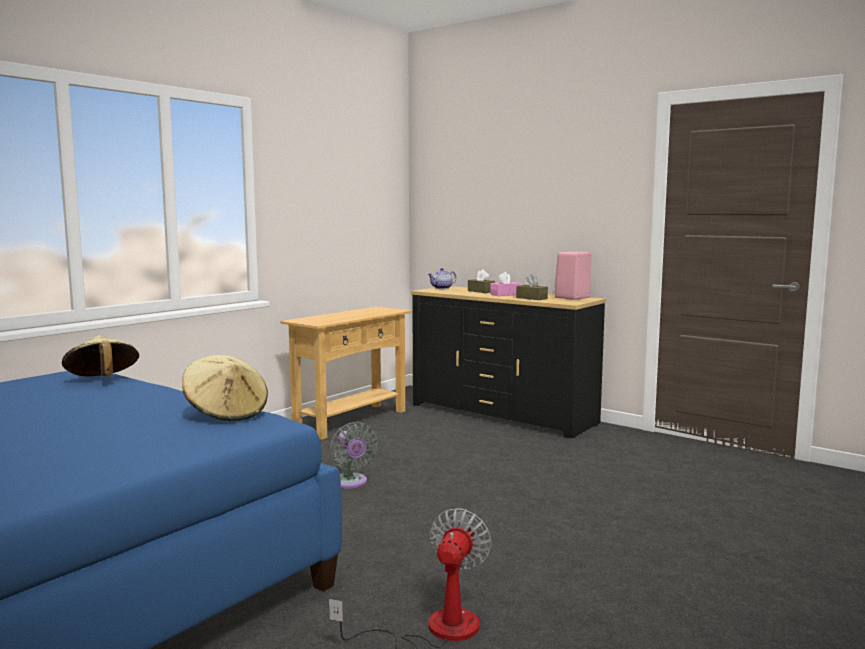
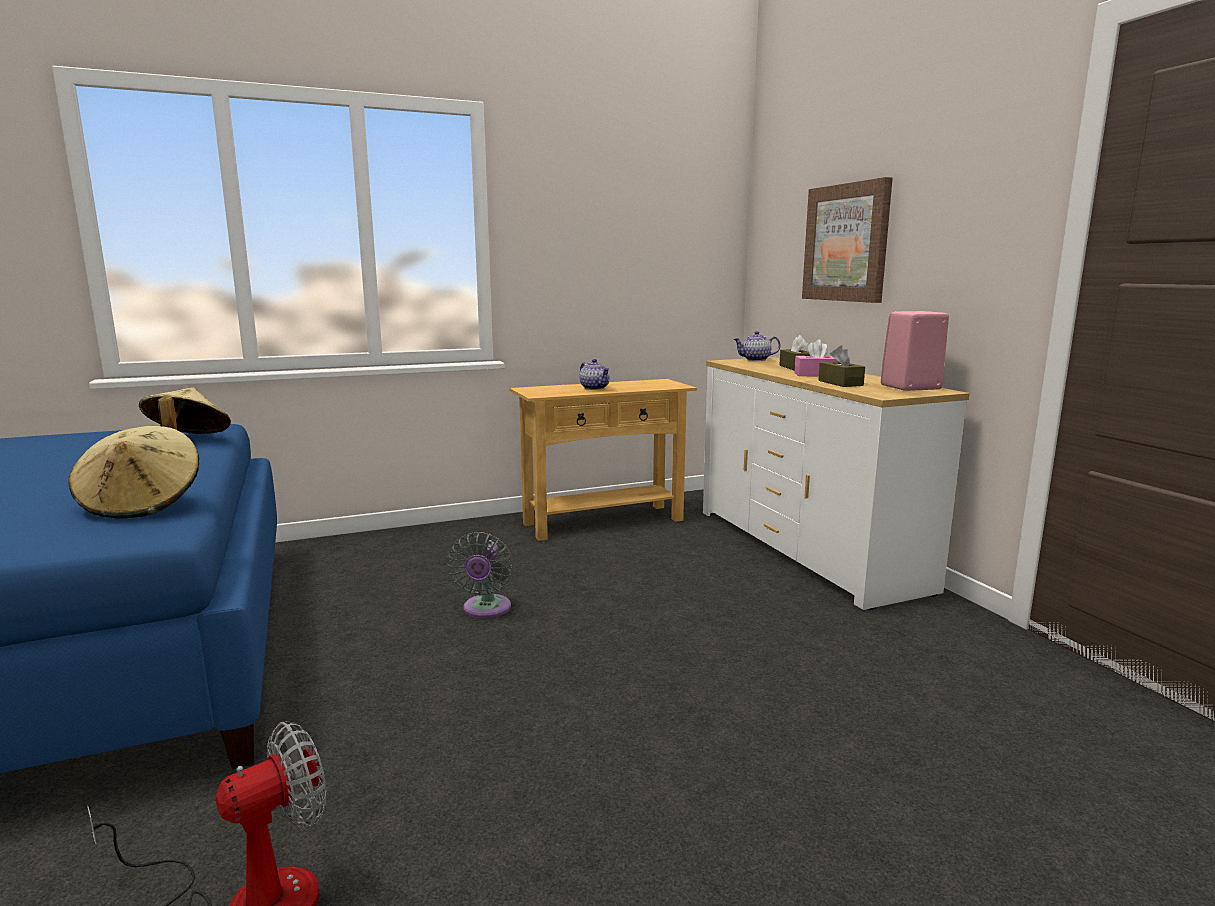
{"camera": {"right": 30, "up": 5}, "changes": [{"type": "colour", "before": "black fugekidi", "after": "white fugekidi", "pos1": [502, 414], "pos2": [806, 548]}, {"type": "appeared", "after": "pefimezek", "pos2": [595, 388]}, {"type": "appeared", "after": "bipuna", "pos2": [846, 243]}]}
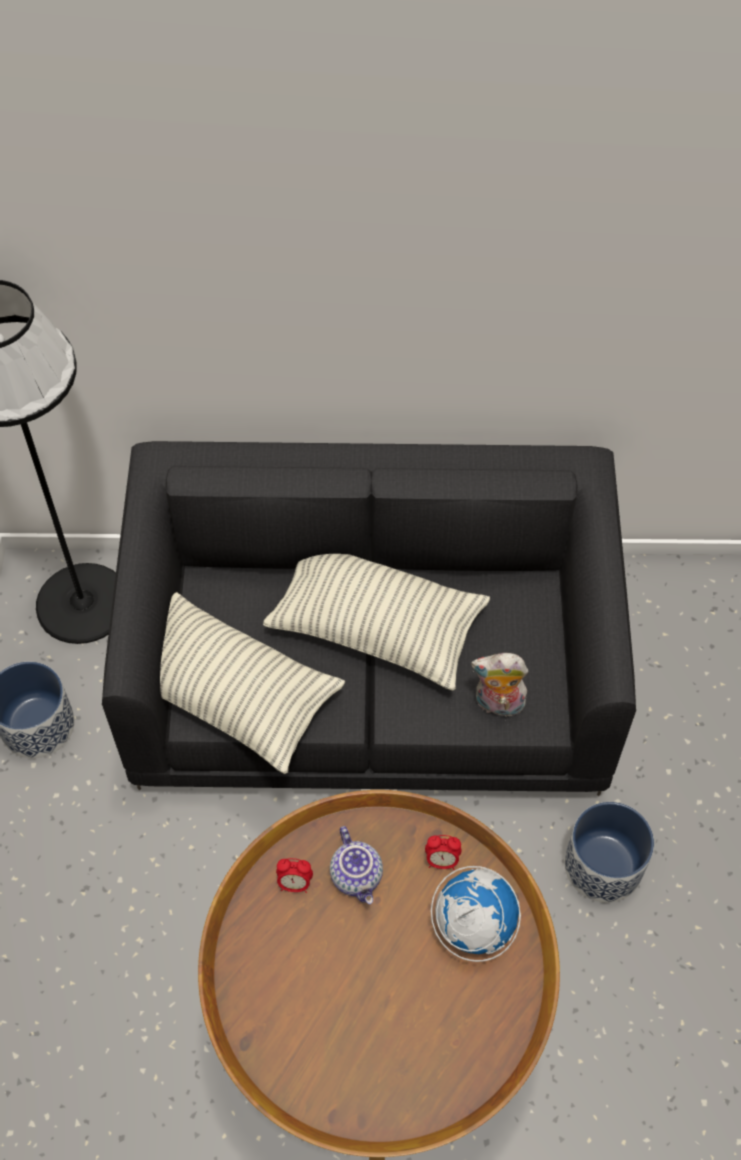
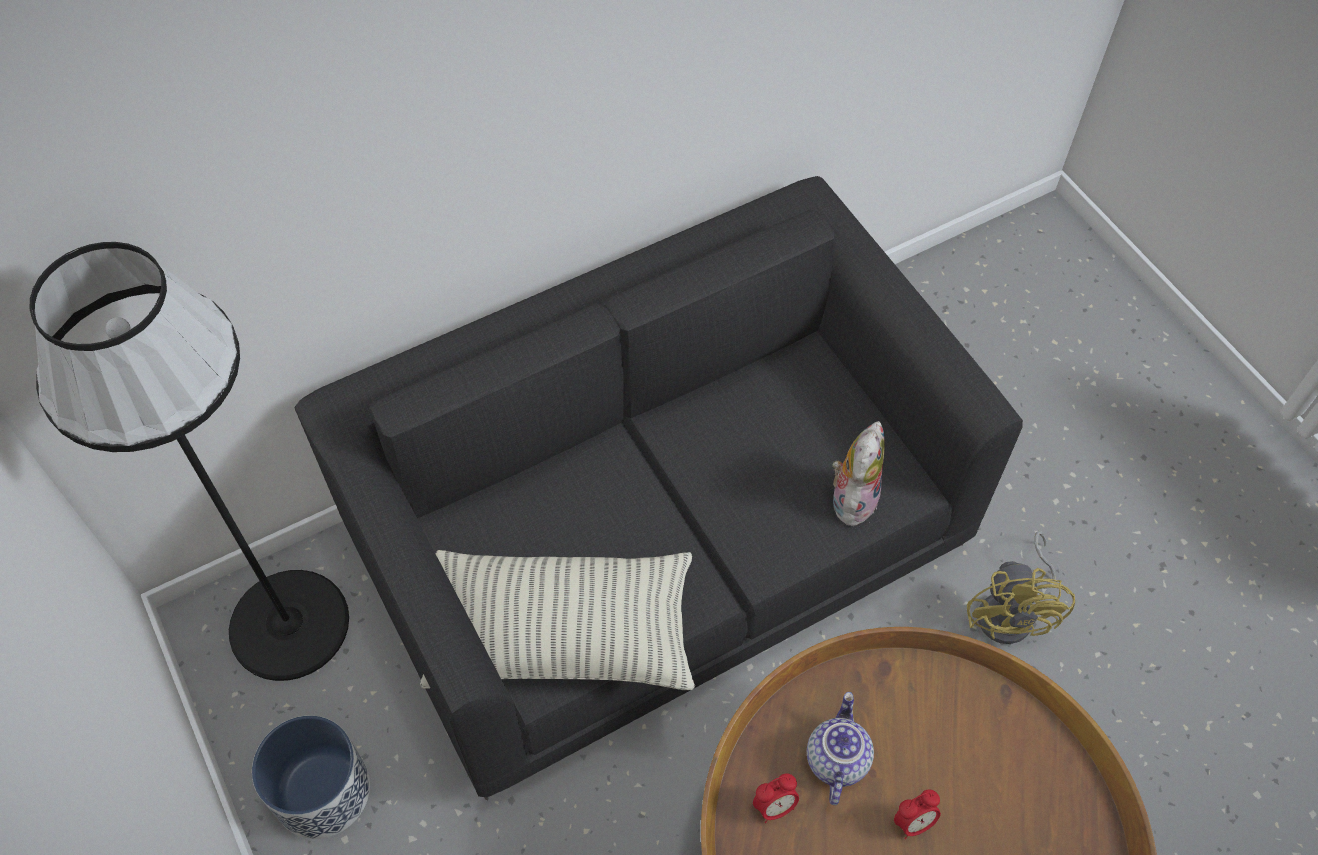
{"camera": {"right": -30, "up": 0}, "changes": [{"type": "missing", "before": "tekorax", "pos1": [377, 626]}, {"type": "spun", "before": "pefimezek", "pos1": [358, 876], "pos2": [835, 759], "turn": -120}, {"type": "relocated", "before": "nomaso", "pos1": [442, 861], "pos2": [913, 822]}, {"type": "missing", "before": "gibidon", "pos1": [473, 926]}, {"type": "spun", "before": "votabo", "pos1": [497, 704], "pos2": [852, 497], "turn": 135}, {"type": "exchanged", "before": "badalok", "after": "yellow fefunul", "pos1": [603, 865], "pos2": [1012, 612]}]}
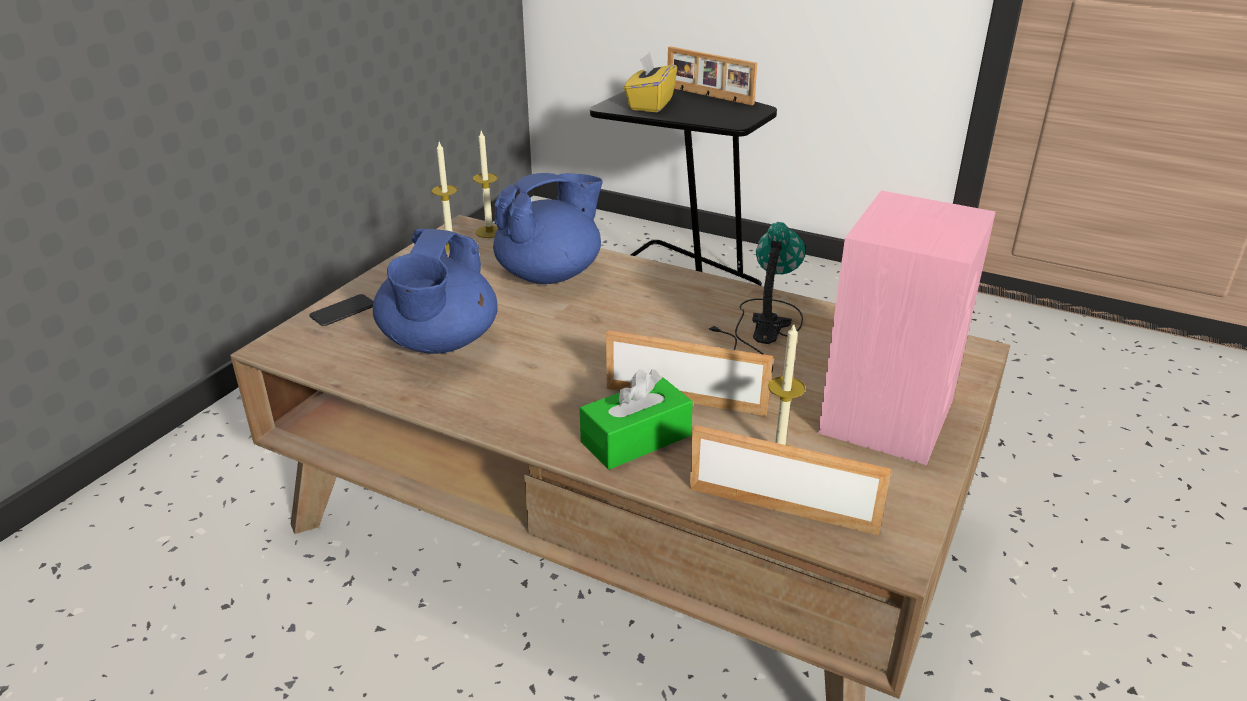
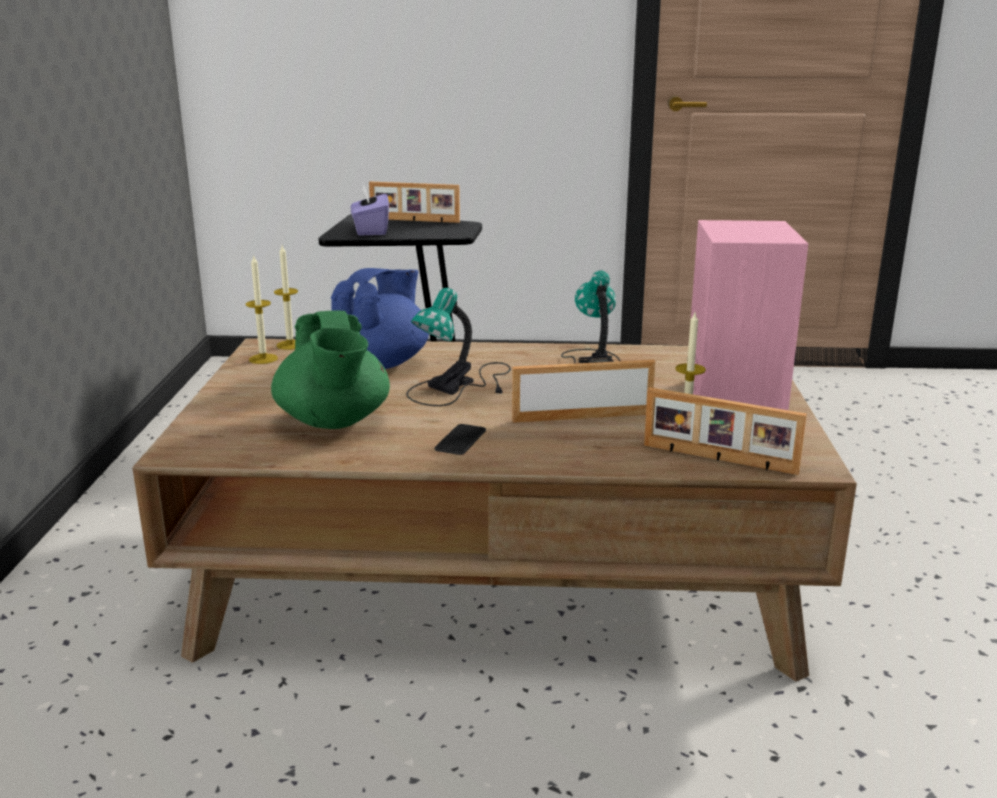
{"camera": {"right": -25, "up": -10}, "changes": [{"type": "relocated", "before": "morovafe", "pos1": [343, 311], "pos2": [460, 440]}, {"type": "colour", "before": "blue pefimezek", "after": "green pefimezek", "pos1": [439, 343], "pos2": [334, 422]}, {"type": "missing", "before": "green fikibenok", "pos1": [636, 439]}, {"type": "colour", "before": "yellow fikibenok", "after": "purple fikibenok", "pos1": [650, 104], "pos2": [370, 230]}, {"type": "spun", "before": "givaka", "pos1": [782, 507], "pos2": [718, 459], "turn": -150}, {"type": "appeared", "after": "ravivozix", "pos2": [462, 385]}]}
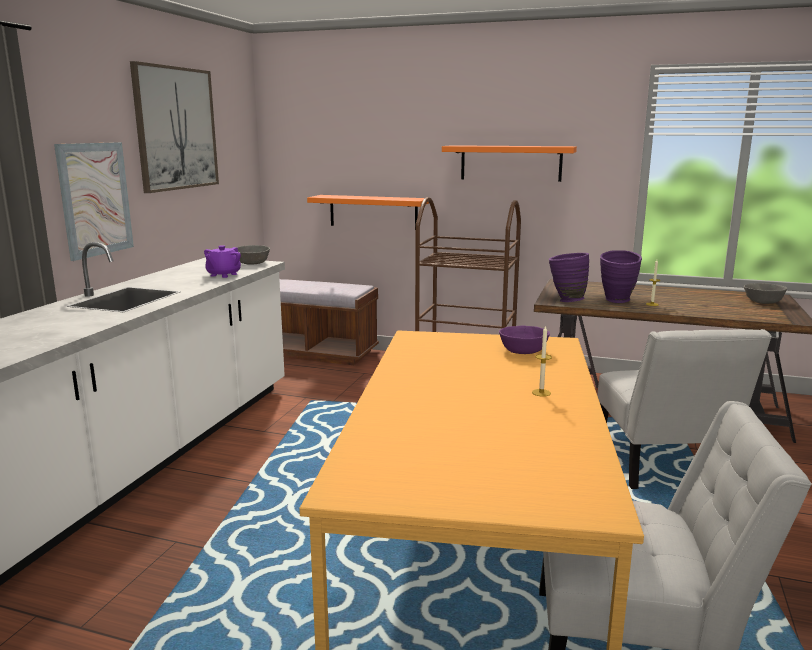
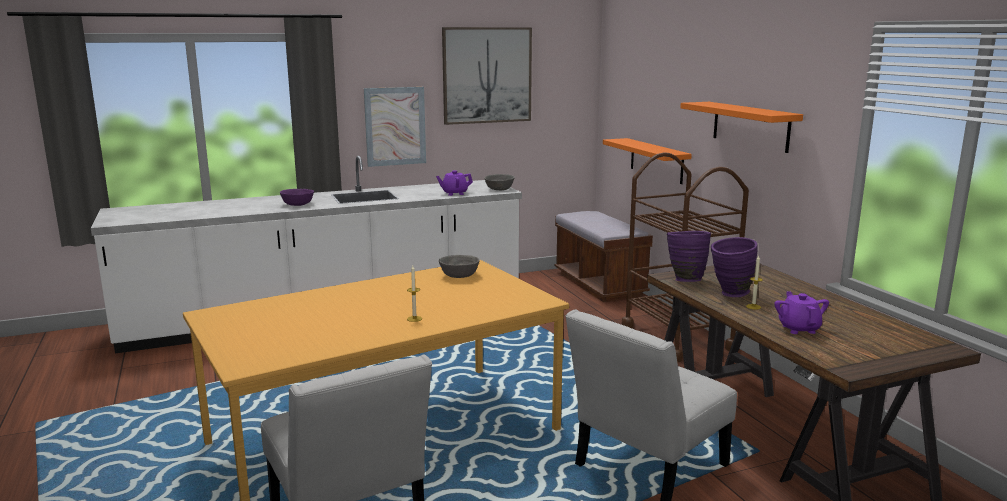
{"camera": {"right": 50, "up": 0}, "changes": [{"type": "relocated", "before": "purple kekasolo", "pos1": [522, 351], "pos2": [297, 204]}, {"type": "relocated", "before": "grey kekasolo", "pos1": [763, 302], "pos2": [459, 275]}, {"type": "appeared", "after": "purple pefimezek", "pos2": [798, 328]}]}
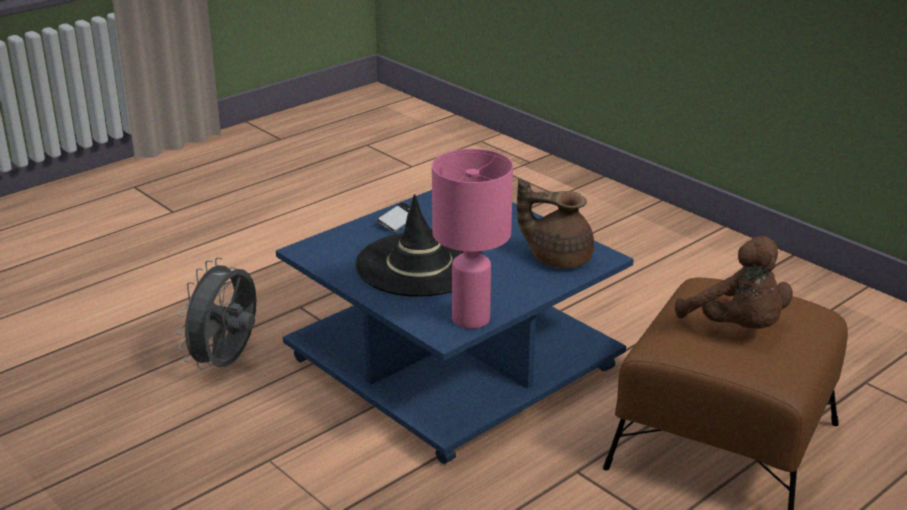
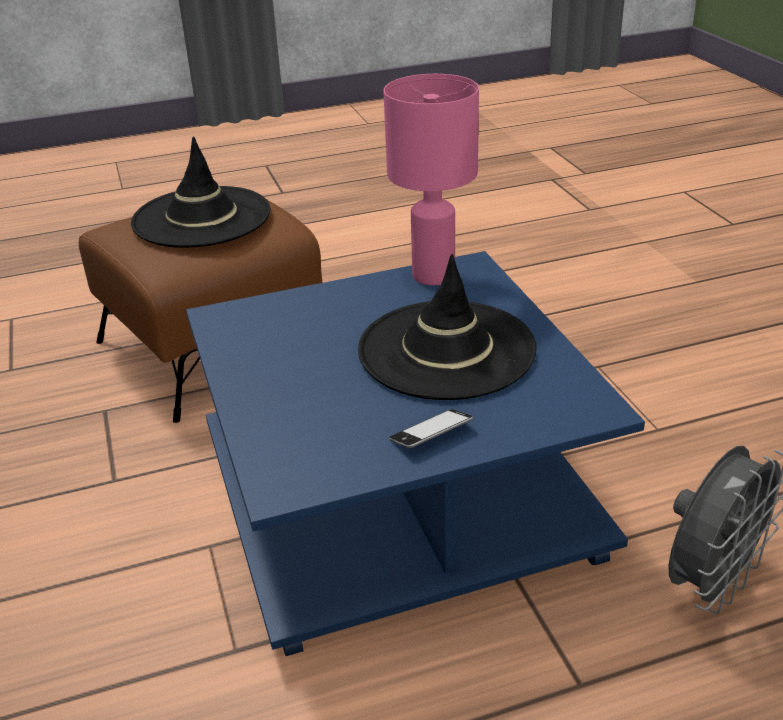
{"camera": {"right": -155, "up": 5}, "changes": [{"type": "missing", "before": "brown pefimezek", "pos1": [558, 258]}, {"type": "exchanged", "before": "brown votabo", "after": "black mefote", "pos1": [737, 328], "pos2": [201, 217]}]}
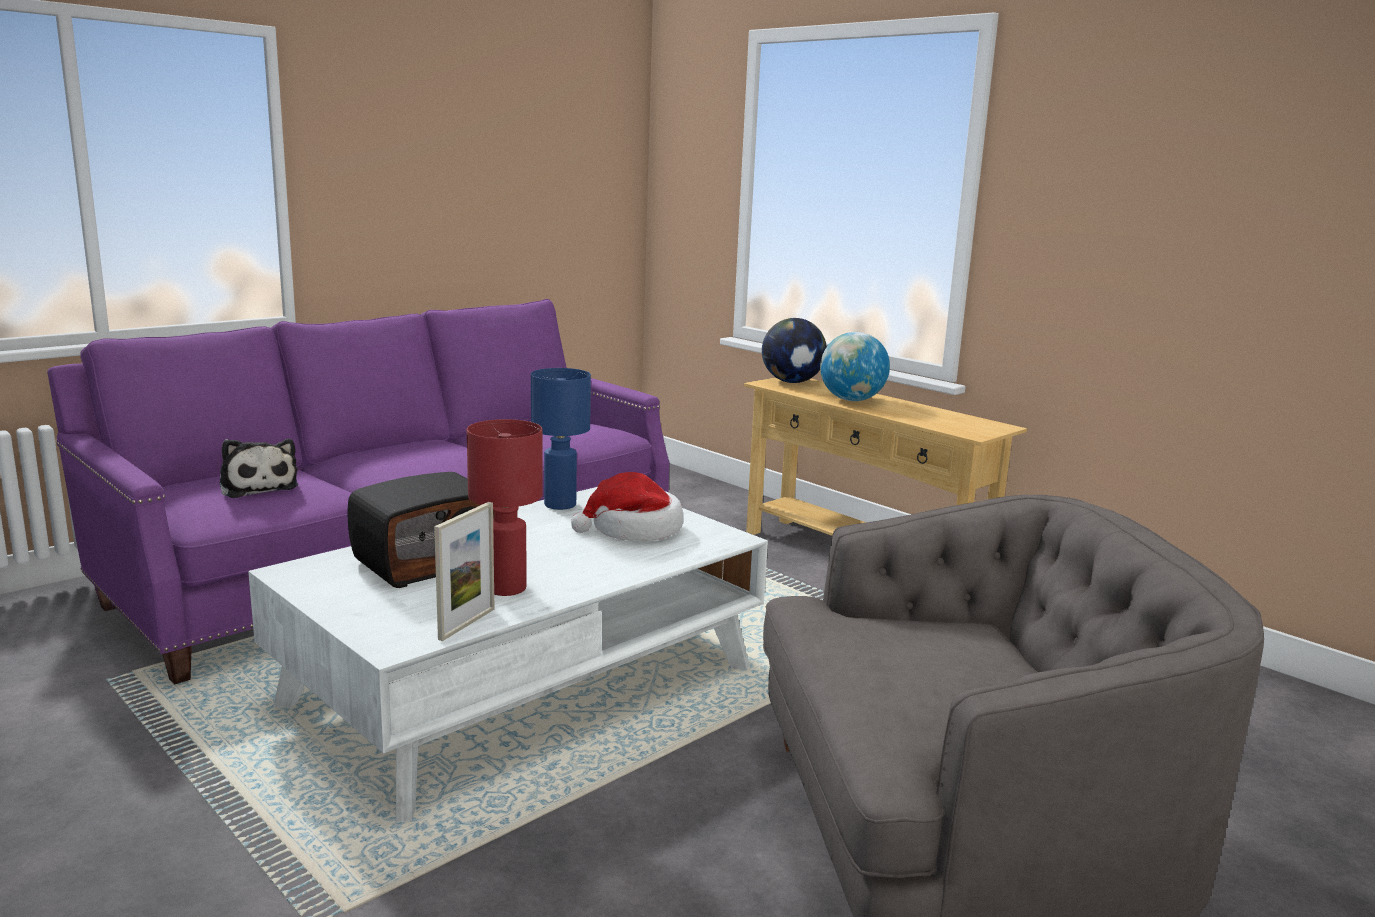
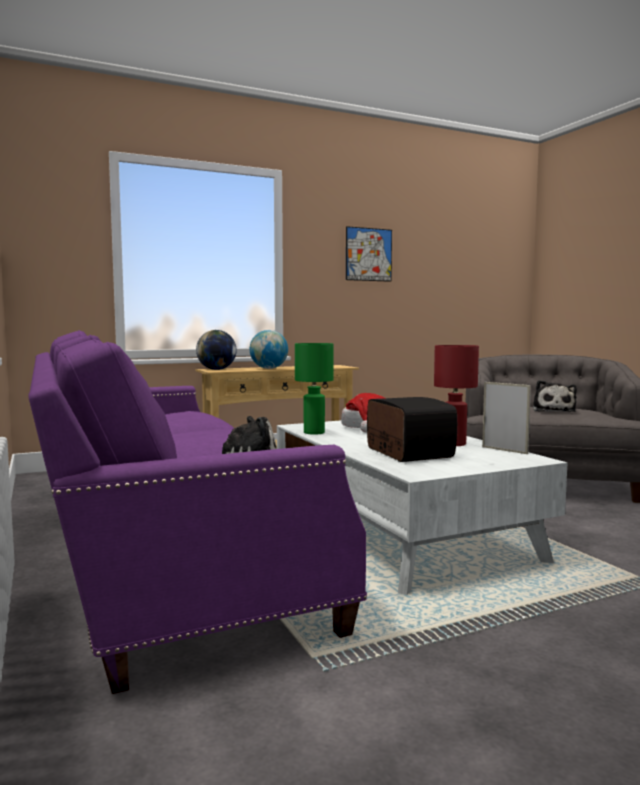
{"camera": {"right": -70, "up": -10}, "changes": [{"type": "colour", "before": "blue ravivozix", "after": "green ravivozix", "pos1": [560, 504], "pos2": [313, 432]}, {"type": "appeared", "after": "bipuna", "pos2": [368, 254]}, {"type": "appeared", "after": "votabo", "pos2": [553, 410]}]}
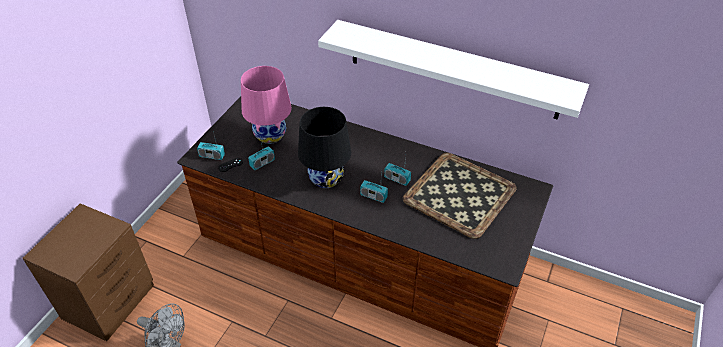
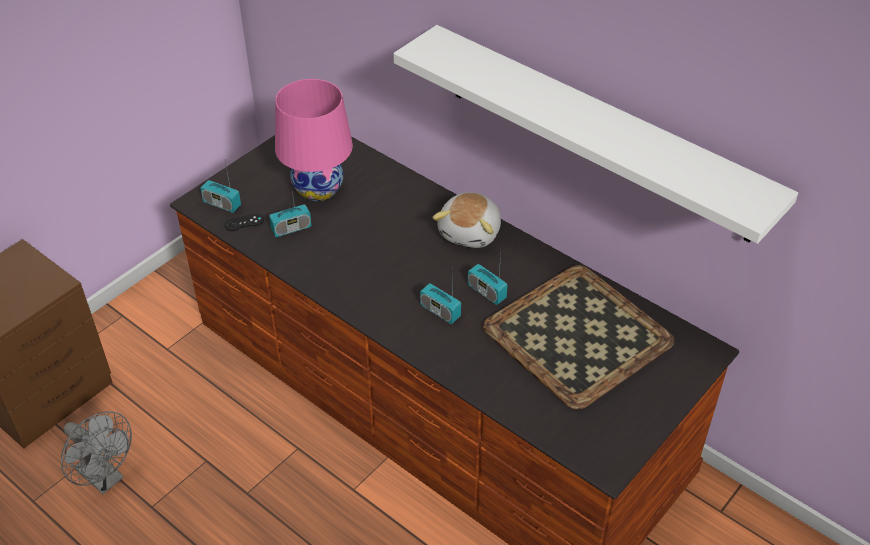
{"camera": {"right": 15, "up": 0}, "changes": [{"type": "missing", "before": "black ravivozix", "pos1": [326, 179]}, {"type": "appeared", "after": "votabo", "pos2": [471, 232]}]}
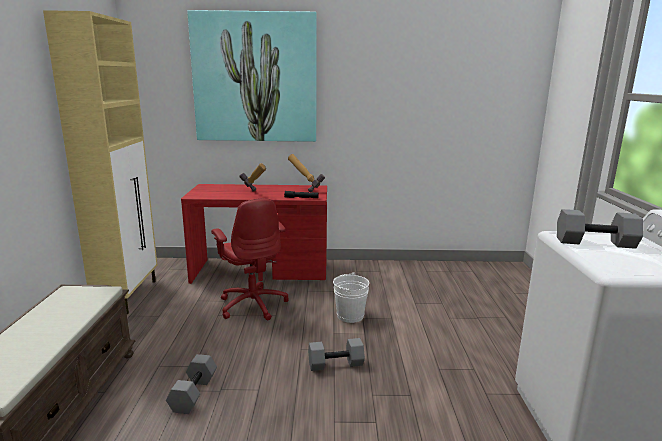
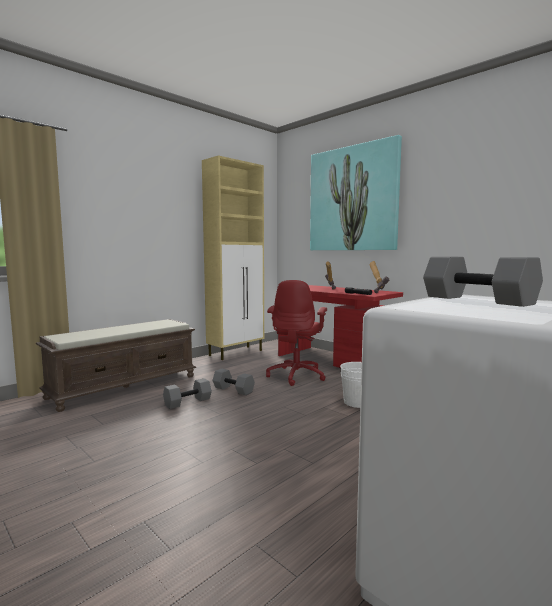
{"camera": {"right": 45, "up": -10}, "changes": [{"type": "relocated", "before": "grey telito", "pos1": [336, 363], "pos2": [234, 390]}]}
